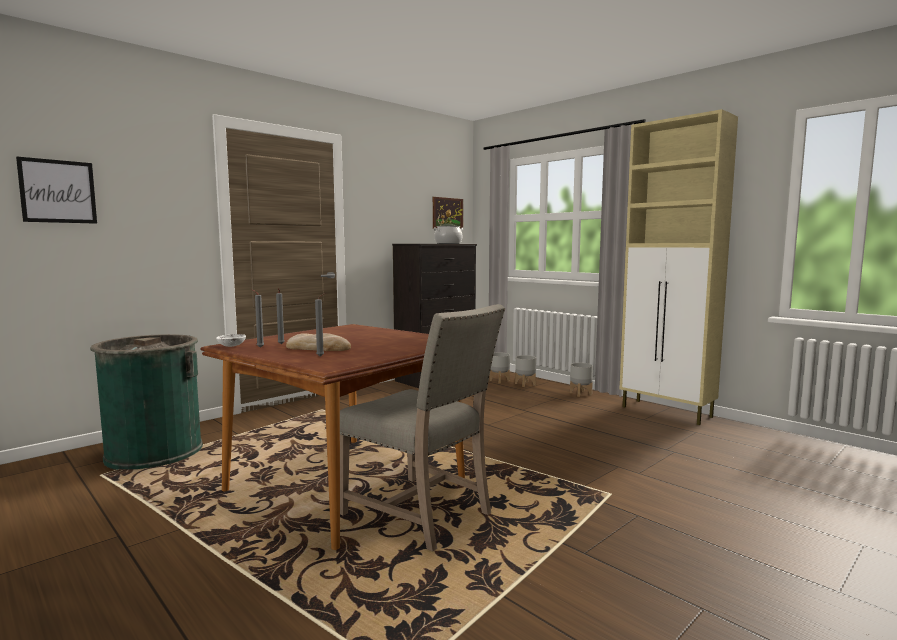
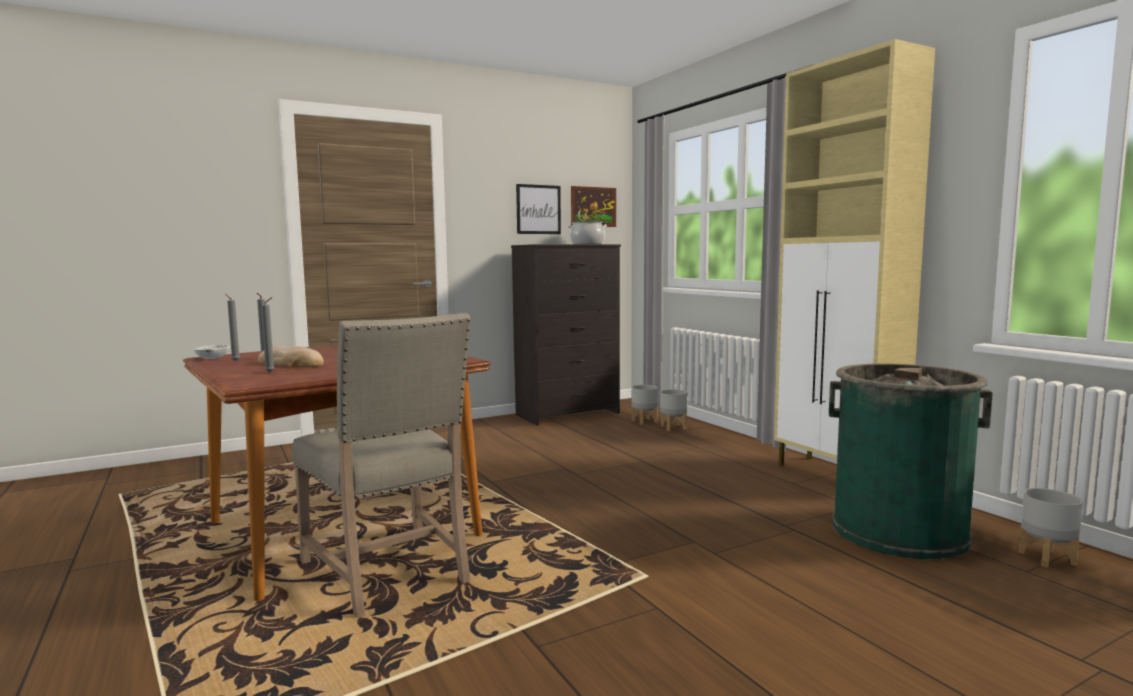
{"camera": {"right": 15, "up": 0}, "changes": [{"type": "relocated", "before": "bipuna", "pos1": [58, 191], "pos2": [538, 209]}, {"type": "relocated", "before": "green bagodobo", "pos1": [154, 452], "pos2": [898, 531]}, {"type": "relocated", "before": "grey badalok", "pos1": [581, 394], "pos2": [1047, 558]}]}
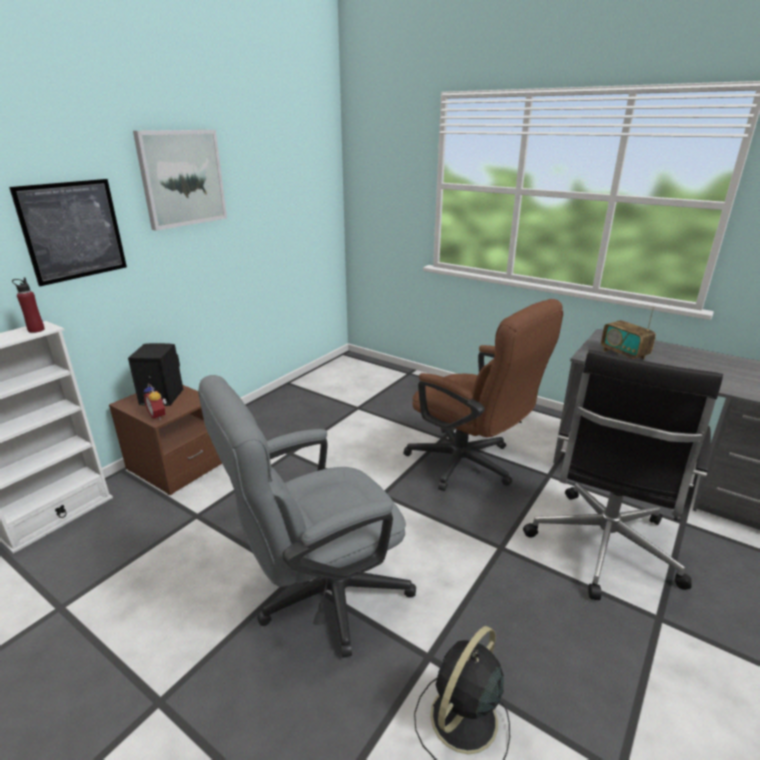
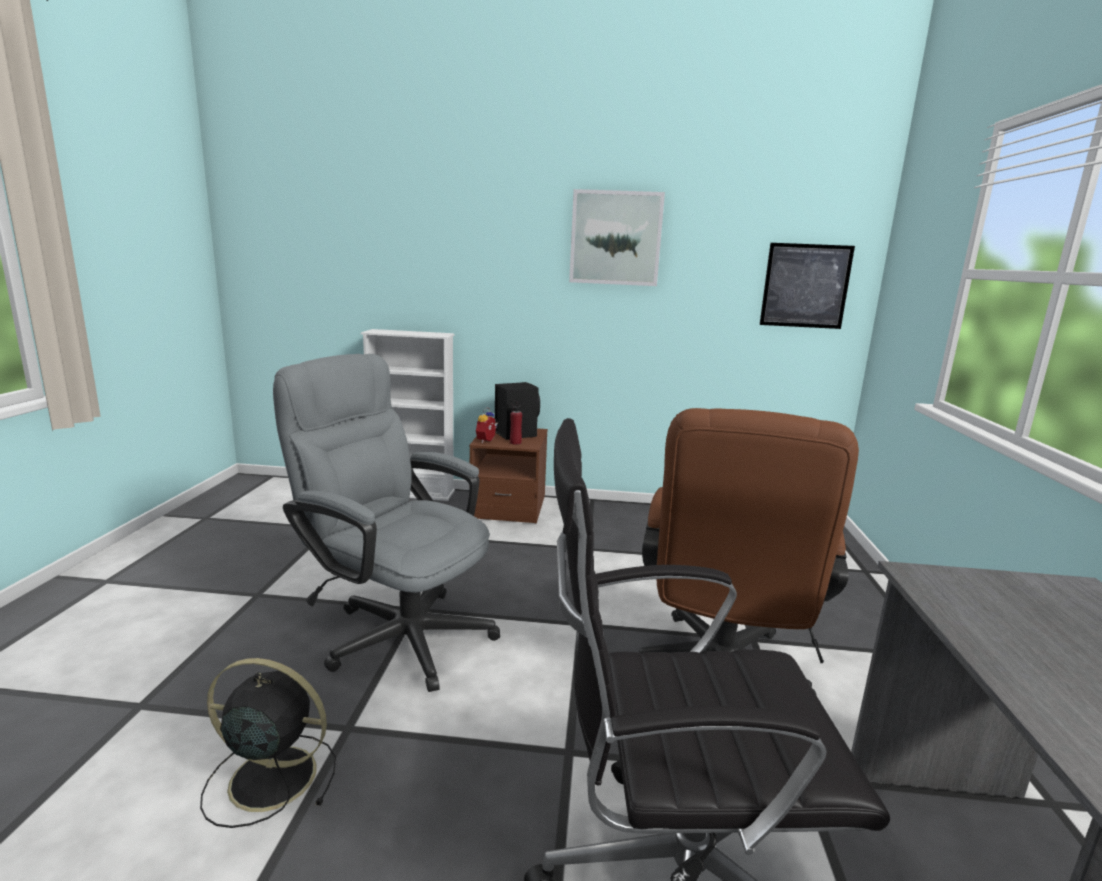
{"camera": {"right": 60, "up": -10}, "changes": [{"type": "relocated", "before": "bipuna", "pos1": [73, 231], "pos2": [805, 286]}, {"type": "relocated", "before": "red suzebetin", "pos1": [36, 330], "pos2": [515, 442]}, {"type": "missing", "before": "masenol", "pos1": [624, 354]}]}
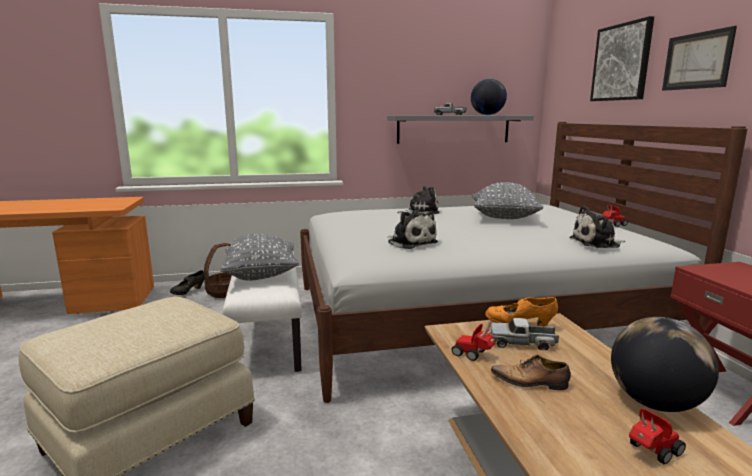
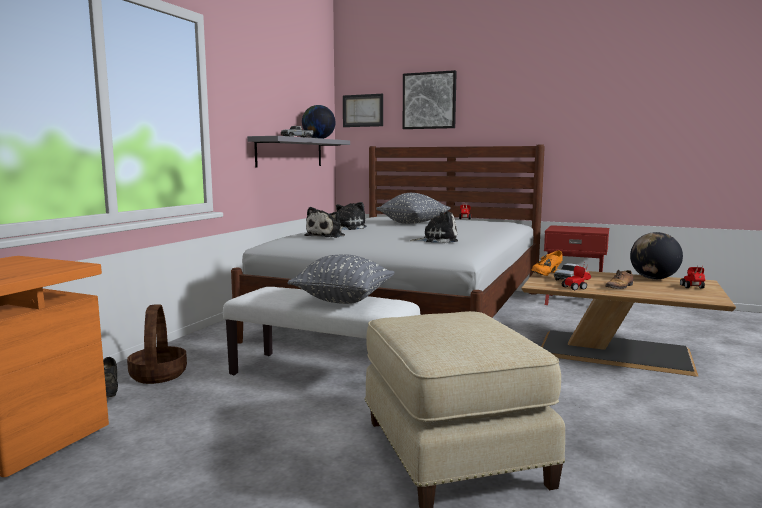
{"camera": {"right": -55, "up": -5}, "changes": [{"type": "relocated", "before": "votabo", "pos1": [597, 243], "pos2": [327, 236]}, {"type": "relocated", "before": "bipuna", "pos1": [697, 61], "pos2": [363, 110]}]}
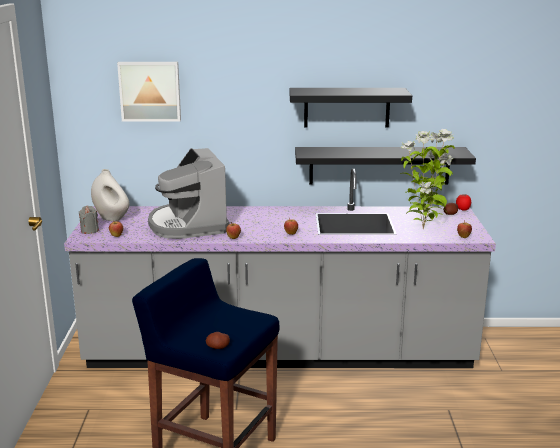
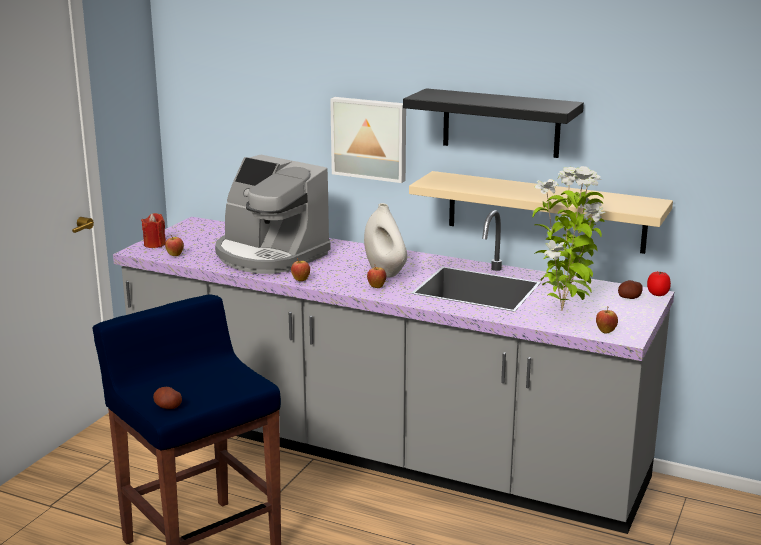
{"camera": {"right": 25, "up": 0}, "changes": [{"type": "colour", "before": "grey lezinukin", "after": "red lezinukin", "pos1": [89, 231], "pos2": [155, 244]}, {"type": "relocated", "before": "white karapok", "pos1": [111, 218], "pos2": [385, 272]}, {"type": "relocated", "before": "bipuna", "pos1": [150, 91], "pos2": [370, 138]}, {"type": "spun", "before": "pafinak", "pos1": [188, 225], "pos2": [269, 255], "turn": -60}, {"type": "colour", "before": "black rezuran", "after": "beige rezuran", "pos1": [379, 165], "pos2": [545, 211]}]}
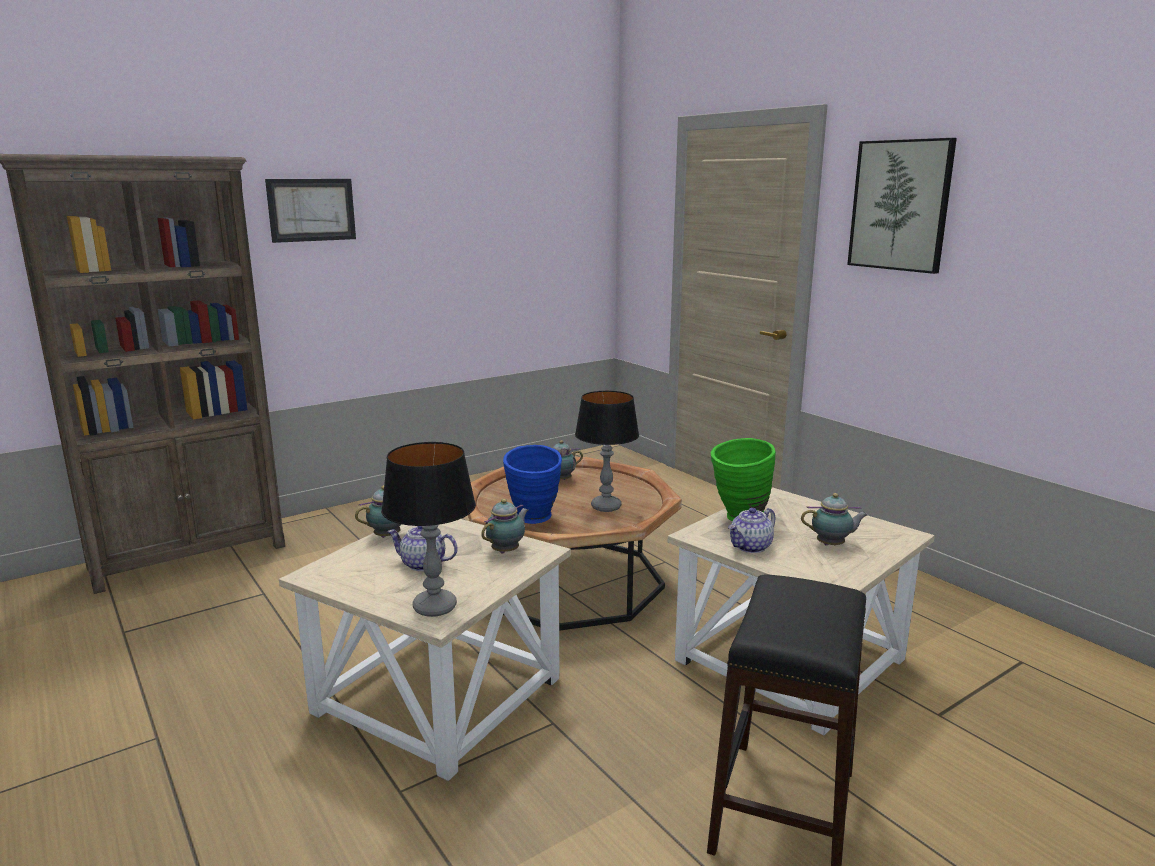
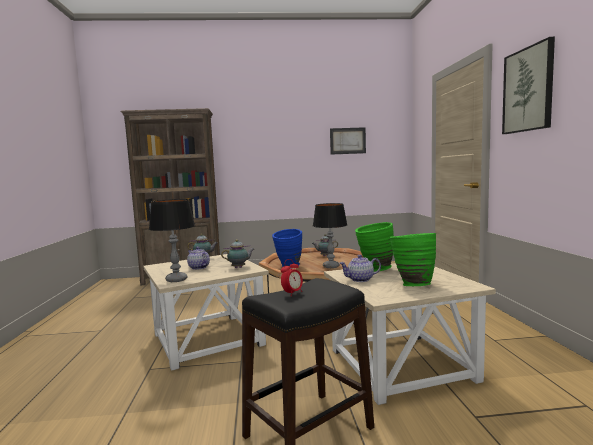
{"camera": {"right": 30, "up": -10}, "changes": [{"type": "relocated", "before": "bipuna", "pos1": [311, 210], "pos2": [347, 141]}, {"type": "exchanged", "before": "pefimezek", "after": "green karapok", "pos1": [832, 545], "pos2": [412, 284]}, {"type": "appeared", "after": "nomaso", "pos2": [292, 293]}]}
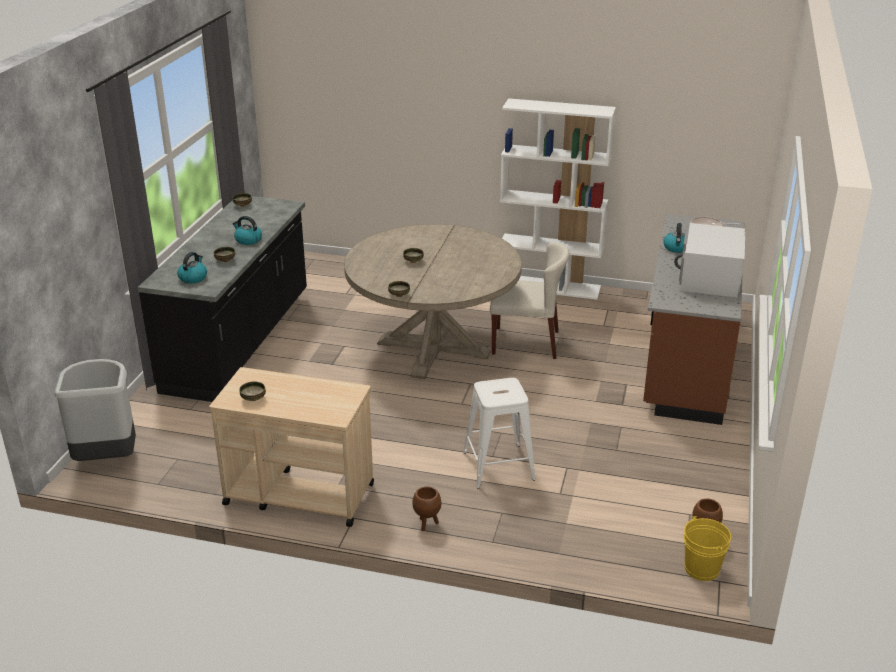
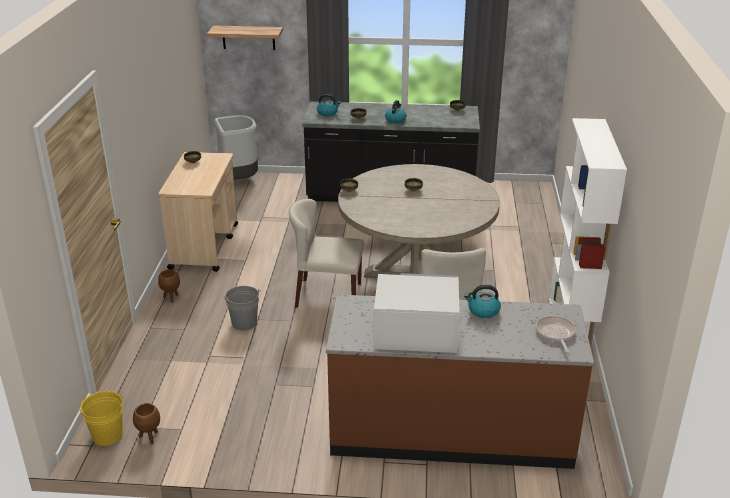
{"camera": {"right": 80, "up": 0}, "changes": [{"type": "exchanged", "before": "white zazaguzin", "after": "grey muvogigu", "pos1": [498, 466], "pos2": [244, 323]}, {"type": "appeared", "after": "rezuran", "pos2": [248, 37]}, {"type": "appeared", "after": "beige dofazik", "pos2": [327, 295]}]}
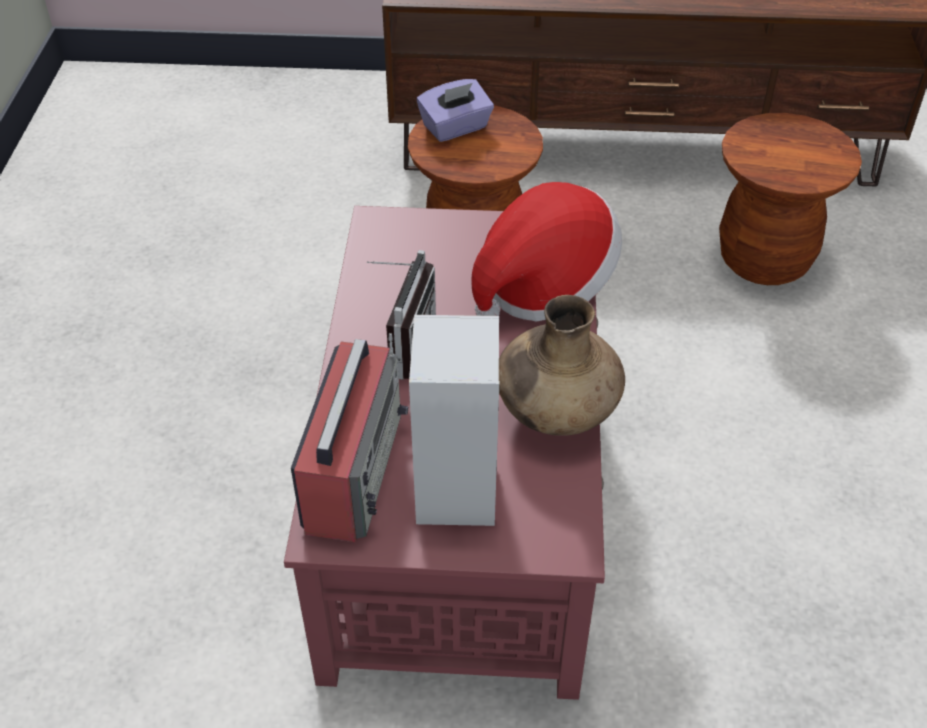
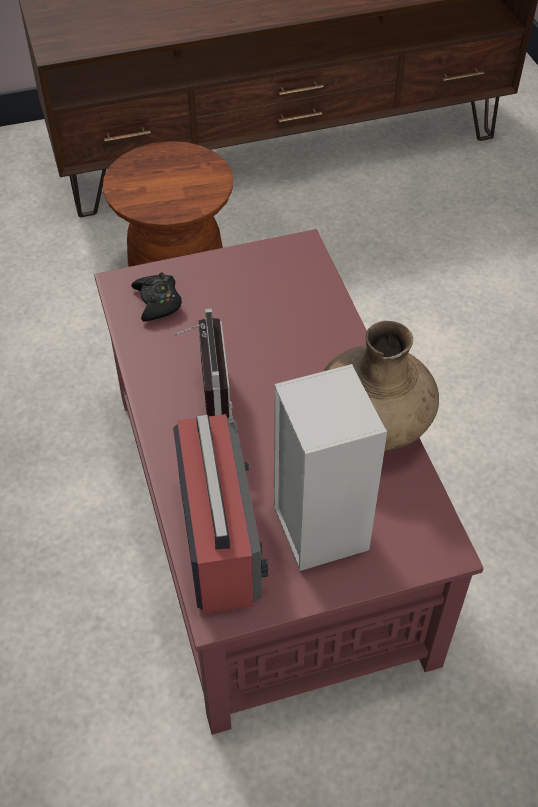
{"camera": {"right": -20, "up": 5}, "changes": [{"type": "missing", "before": "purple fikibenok", "pos1": [455, 128]}, {"type": "missing", "before": "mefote", "pos1": [543, 285]}, {"type": "missing", "before": "brown zazaguzin", "pos1": [764, 259]}, {"type": "appeared", "after": "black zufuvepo", "pos2": [158, 302]}]}
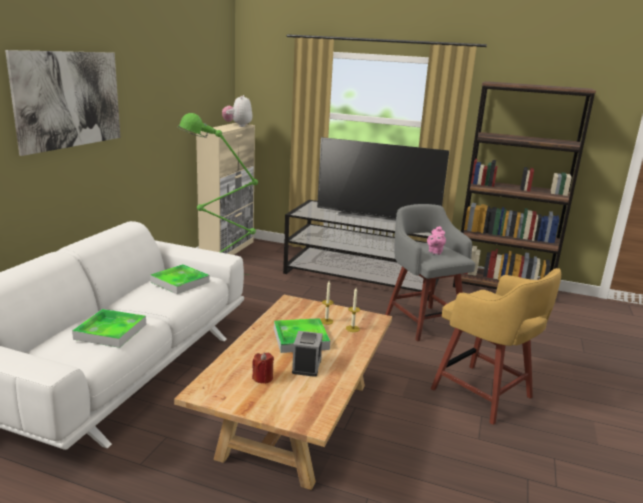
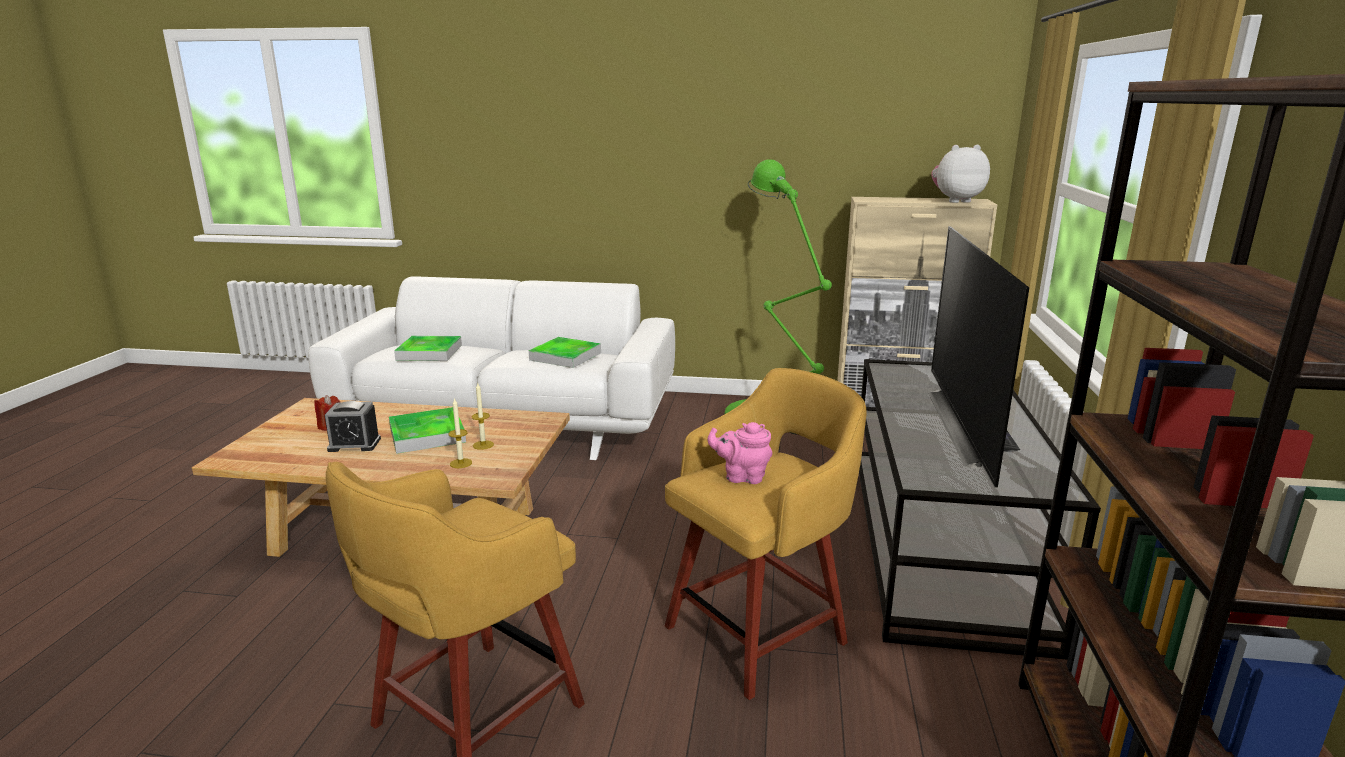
{"camera": {"right": 80, "up": 0}, "changes": [{"type": "missing", "before": "bipuna", "pos1": [69, 99]}, {"type": "colour", "before": "grey zazaguzin", "after": "yellow zazaguzin", "pos1": [423, 321], "pos2": [760, 632]}]}
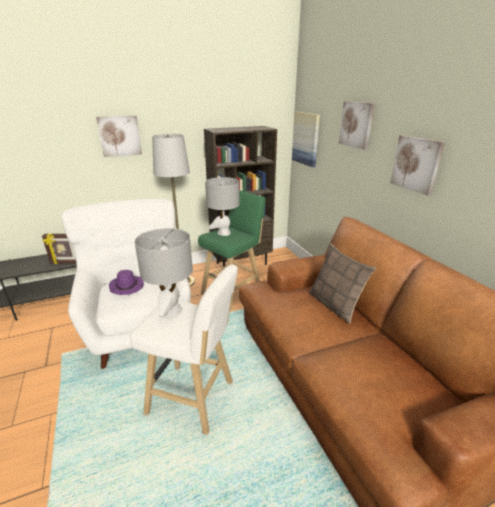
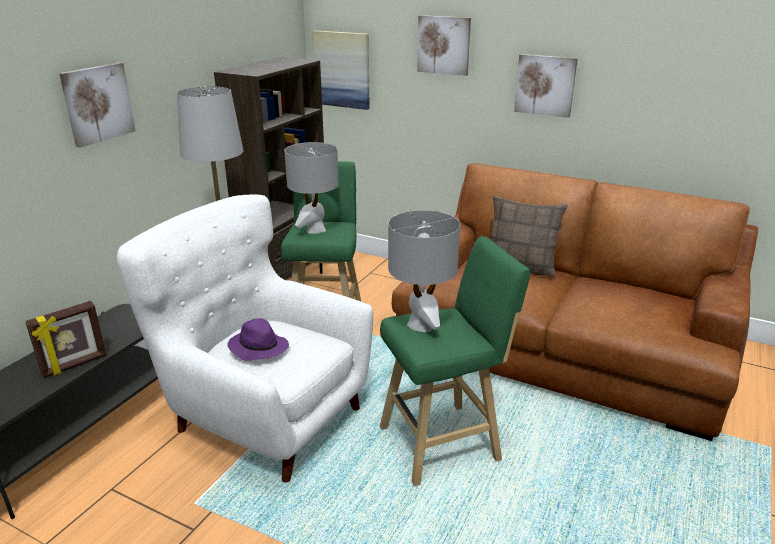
{"camera": {"right": -40, "up": 0}, "changes": [{"type": "colour", "before": "white zazaguzin", "after": "green zazaguzin", "pos1": [194, 399], "pos2": [444, 442]}]}
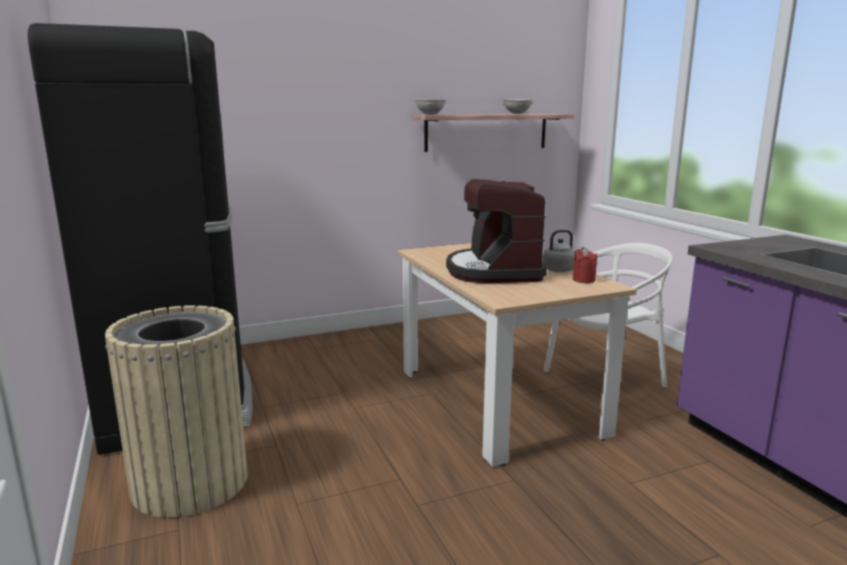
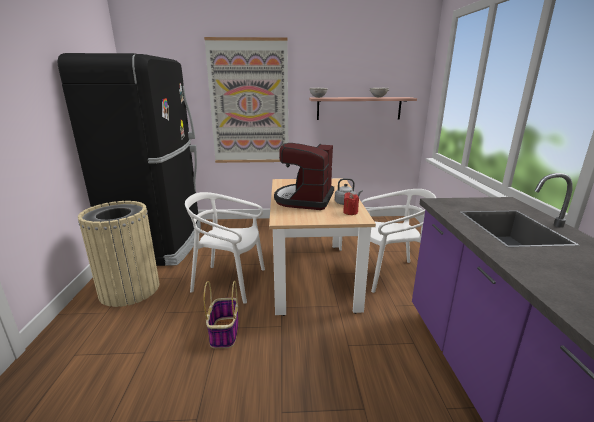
{"camera": {"right": 20, "up": 5}, "changes": [{"type": "appeared", "after": "white dofazik", "pos2": [229, 282]}, {"type": "appeared", "after": "bipuna", "pos2": [249, 103]}, {"type": "appeared", "after": "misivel", "pos2": [224, 332]}]}
